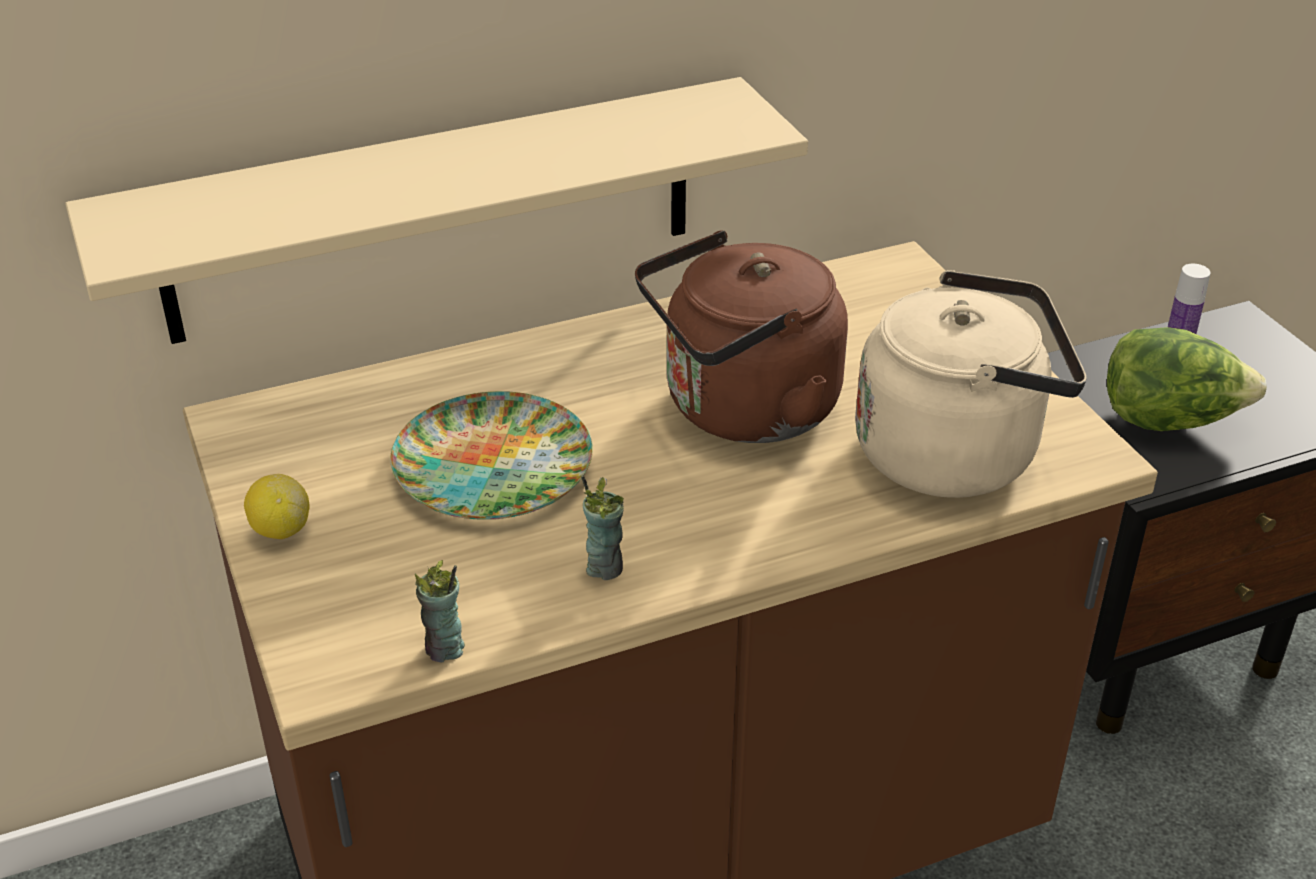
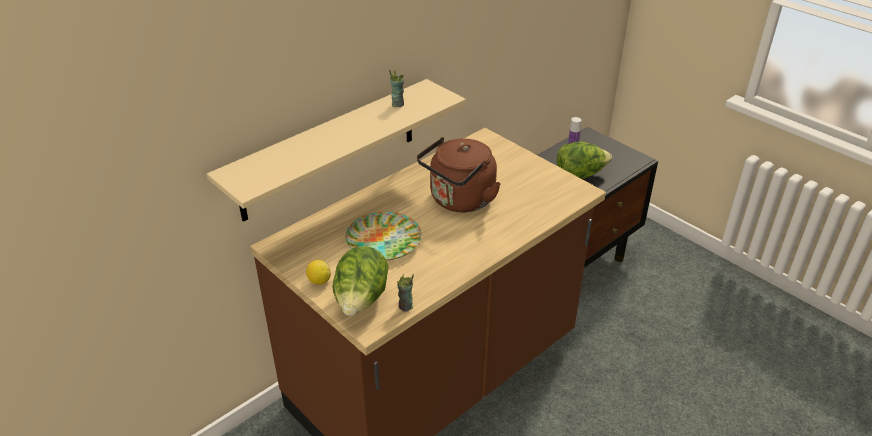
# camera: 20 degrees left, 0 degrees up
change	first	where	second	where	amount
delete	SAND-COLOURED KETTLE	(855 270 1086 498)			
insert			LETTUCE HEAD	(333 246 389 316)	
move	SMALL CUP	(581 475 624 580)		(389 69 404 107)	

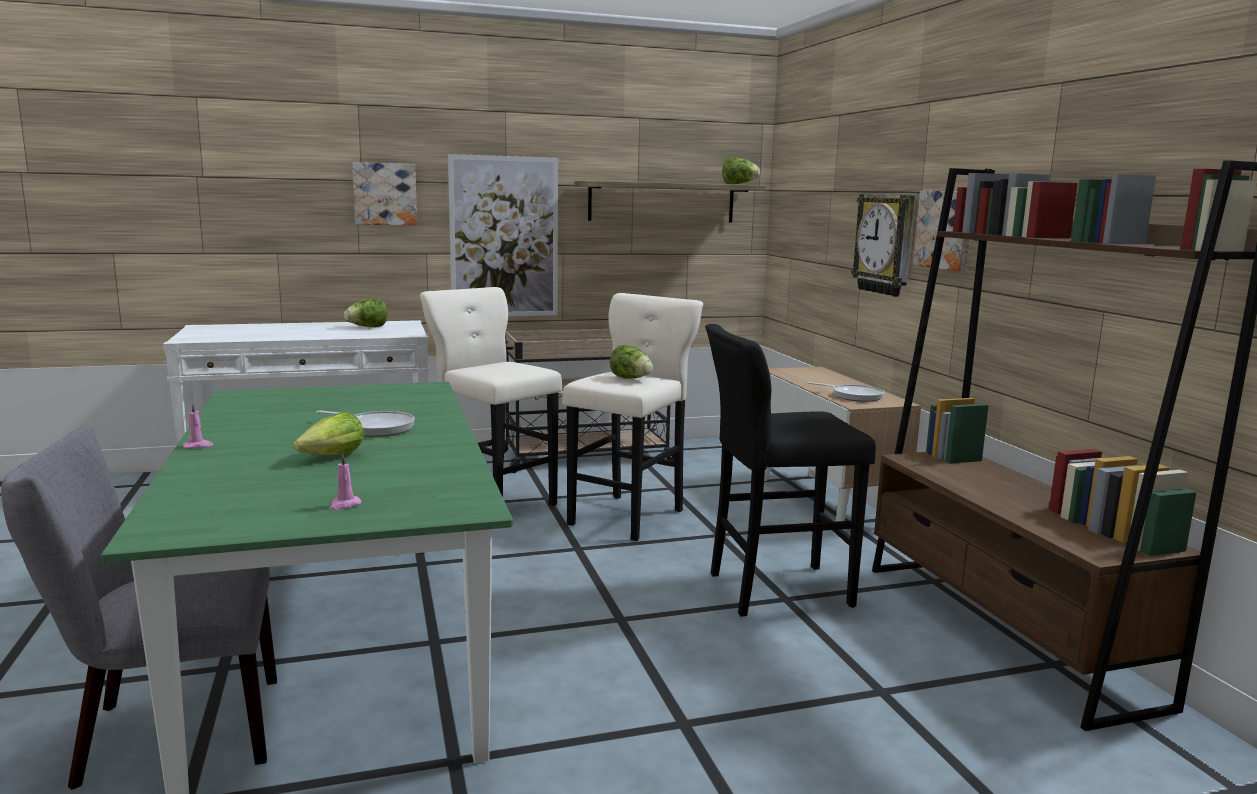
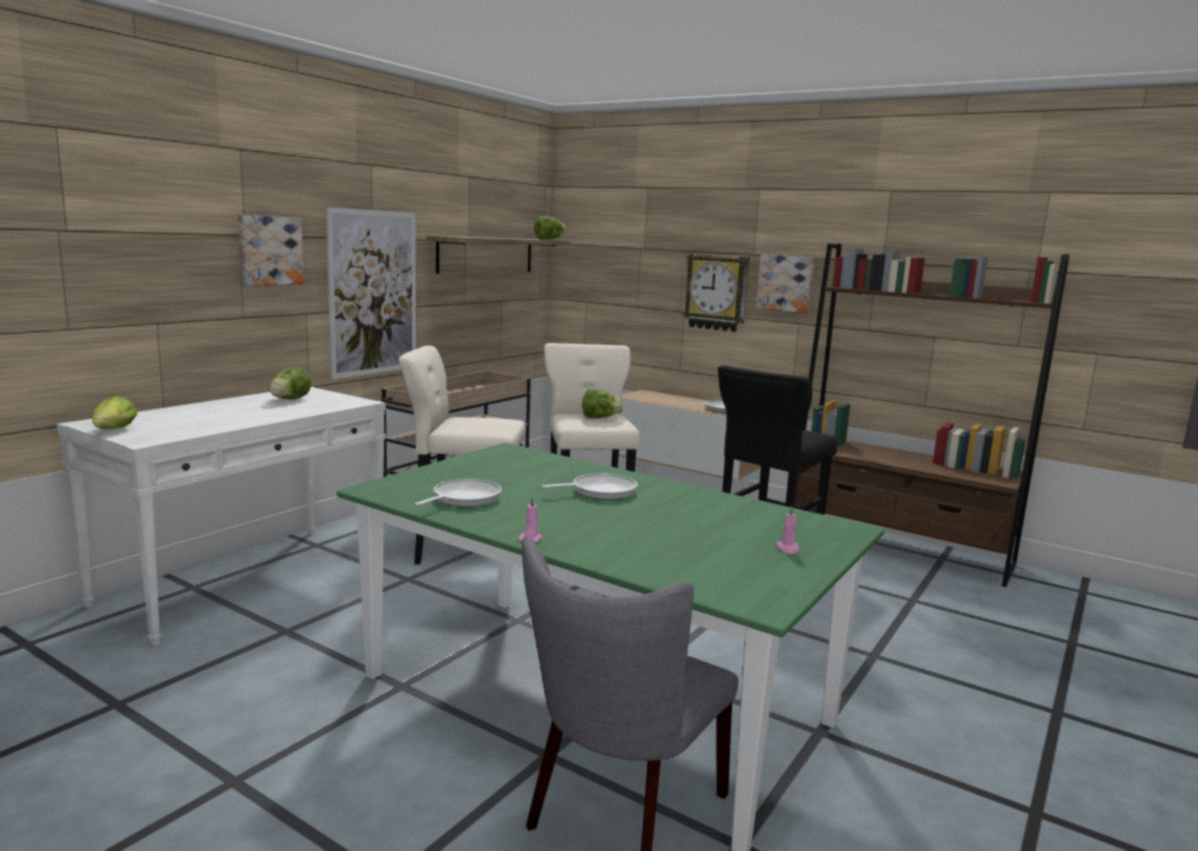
# camera: 40 degrees left, 0 degrees up
change	first	where	second	where	amount
insert			PAN	(415 479 501 507)	
move	LETTUCE HEAD	(293 412 364 455)		(92 396 137 429)	

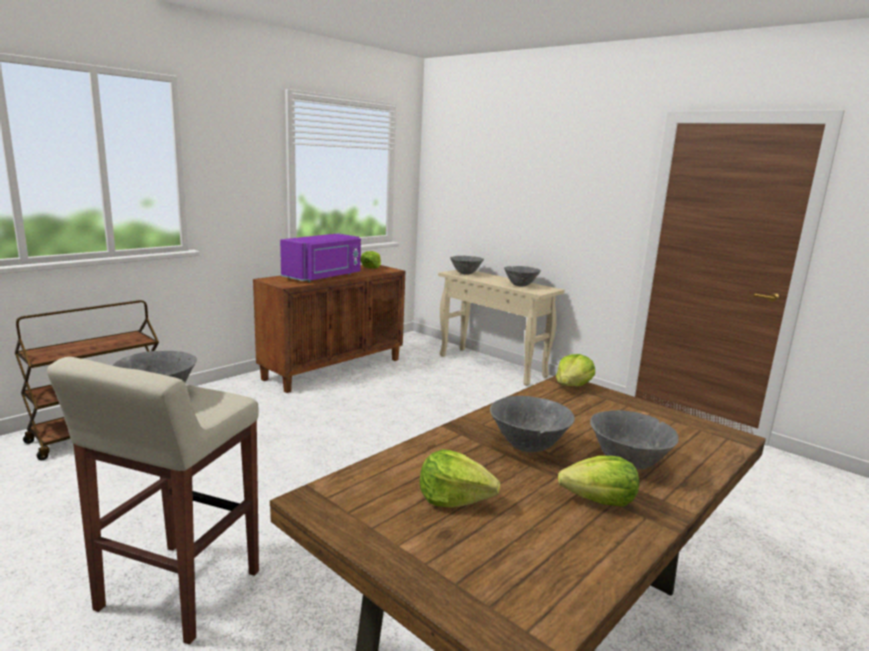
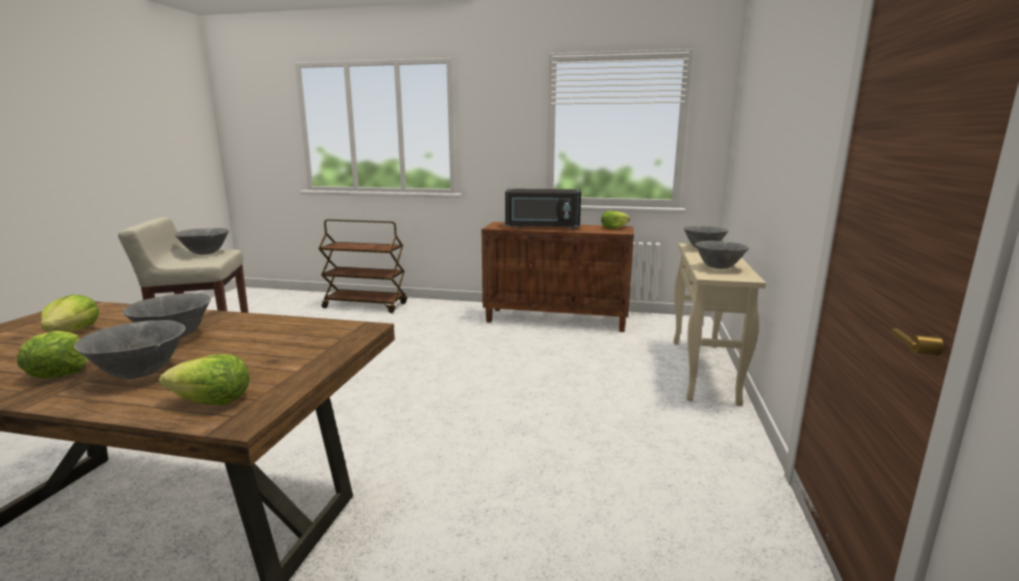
# camera: 60 degrees right, 0 degrees up
change	first	where	second	where	amount
move	LETTUCE HEAD	(556 354 595 387)		(159 354 250 405)	
recolor	PURPLE MICROWAVE	(280 233 361 282)	BLACKISH MICROWAVE	(505 189 581 229)	

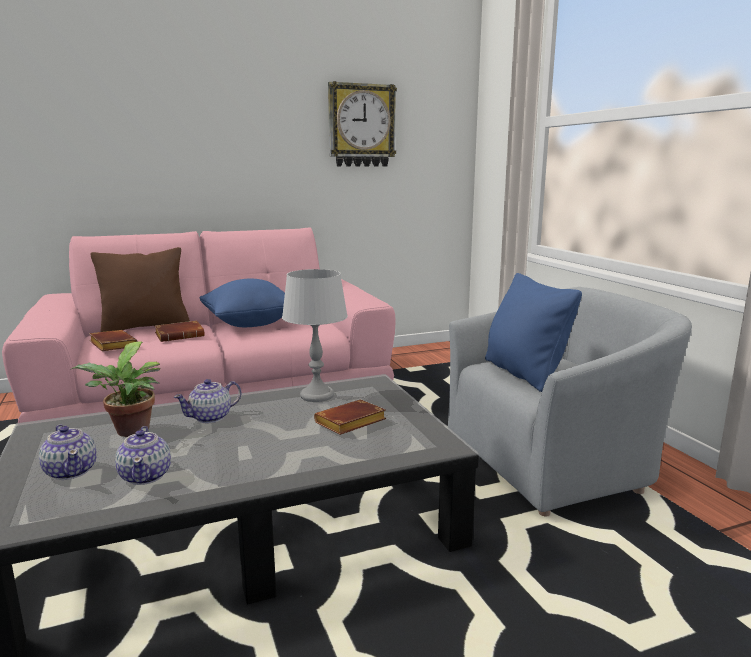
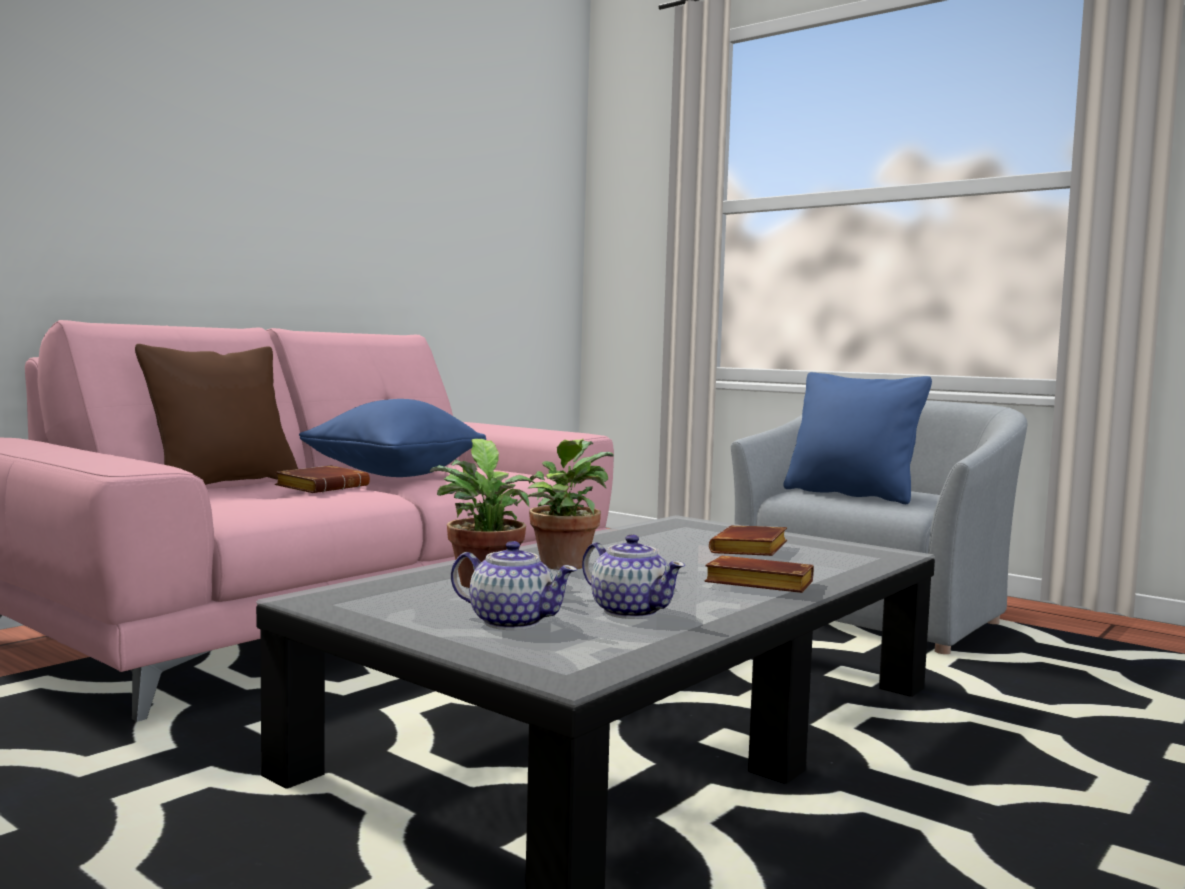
# camera: 30 degrees left, 10 degrees down
change	first	where	second	where	amount
delete	GRAY TABLETOP LAMP	(282 269 348 402)			
delete	CLOCK ON THE WALL	(328 81 397 167)			
move	BROWN-COLOURED BOUND BOOK	(89 330 138 351)		(705 556 814 593)	
replace	TEAPOT	(173 379 241 423)	PLANT IN A POT	(505 438 614 570)	

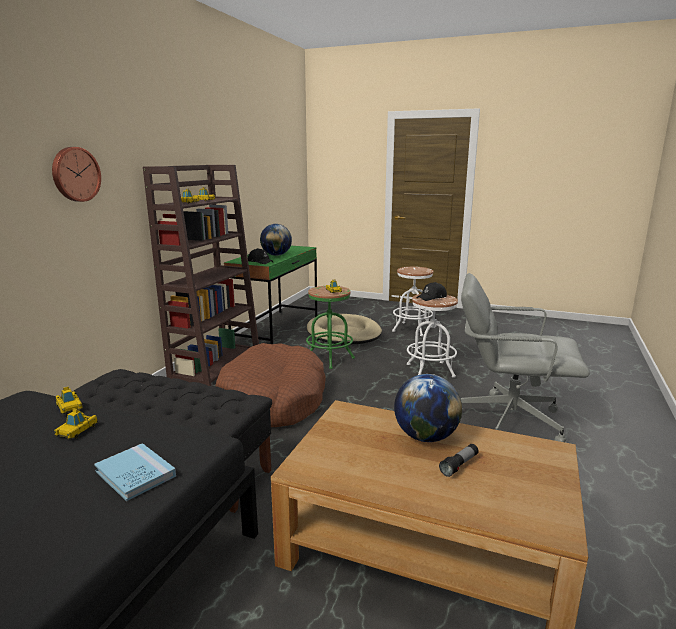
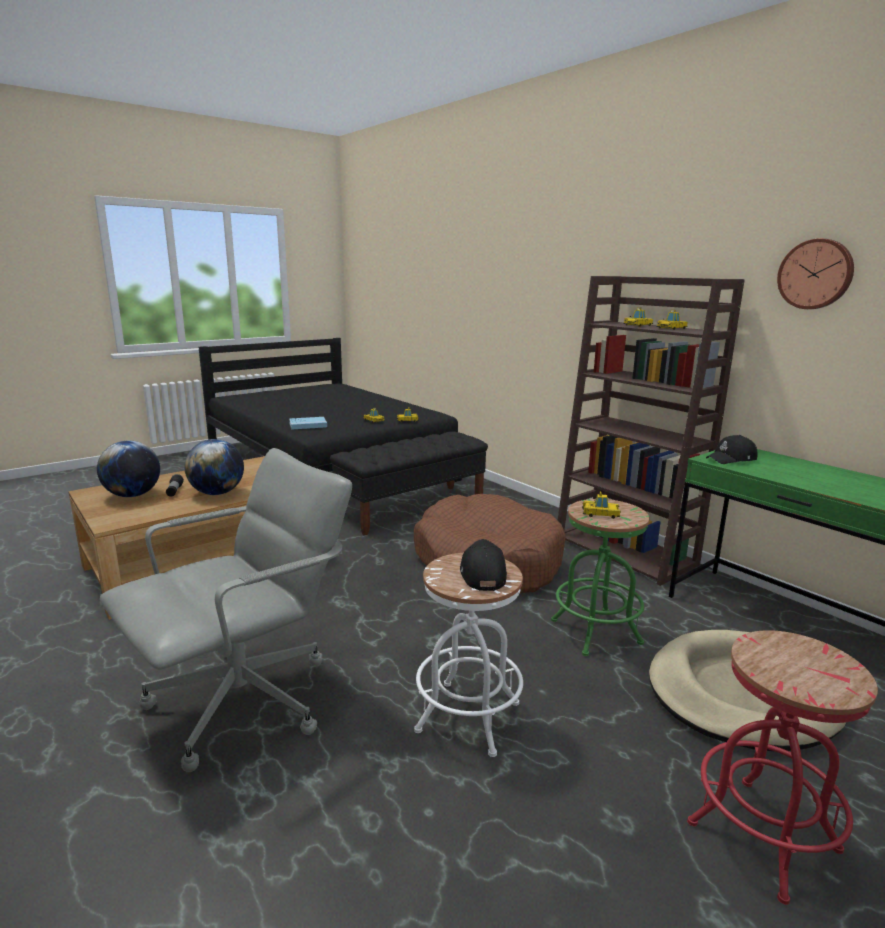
# camera: 120 degrees right, 0 degrees up
change	first	where	second	where	amount
move	CLOCK ON THE WALL	(52 147 101 202)		(777 238 854 309)	
move	WORLD GLOBE	(260 224 292 256)		(97 441 160 497)	
recolor	WHITISH SITTING STOOL	(392 267 433 336)	REDDISH SITTING STOOL	(687 630 878 905)	

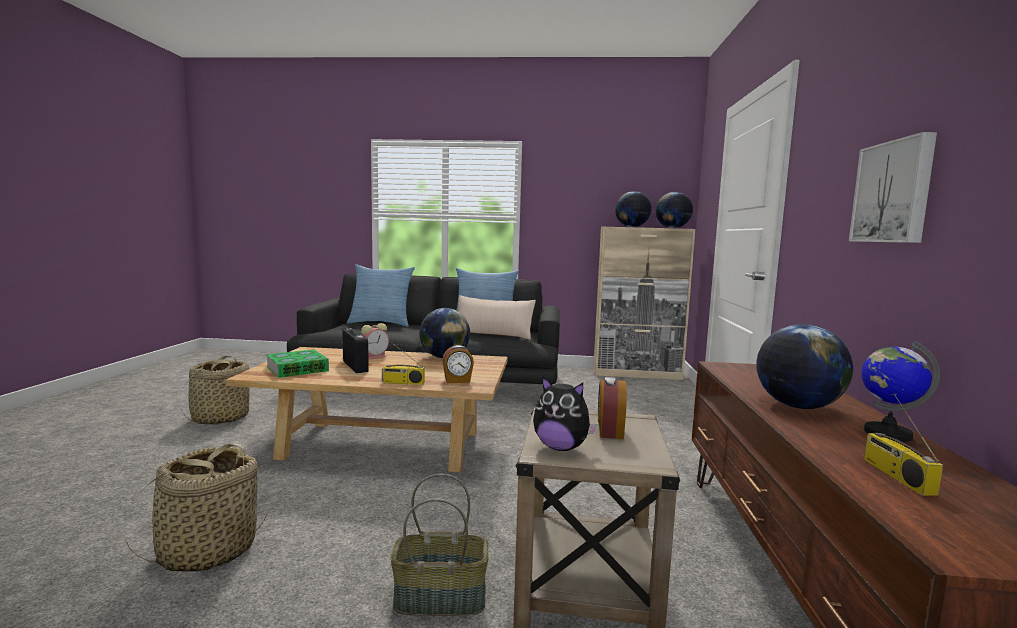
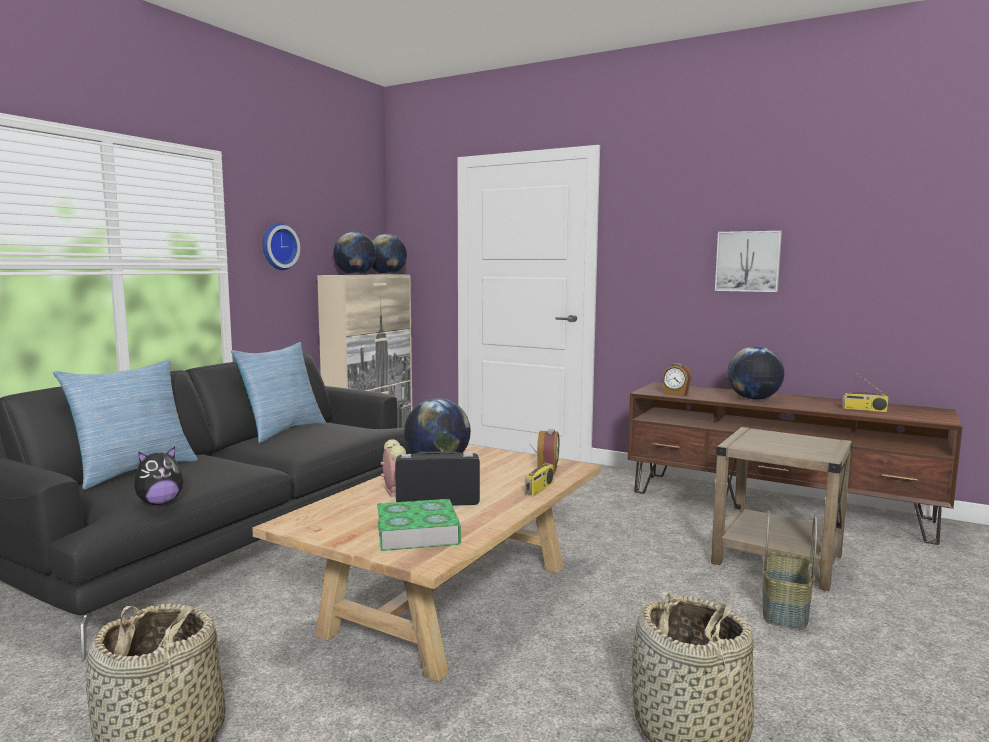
# camera: 65 degrees left, 0 degrees up
change	first	where	second	where	amount
delete	SAND-COLOURED CUSHION	(458 295 536 340)			
delete	WORLD GLOBE	(861 341 940 442)			
insert			CLOCK ON THE WALL	(263 223 300 270)	
move	SOFT TOY	(533 376 599 451)		(134 447 183 505)	
move	ALARM CLOCK	(598 377 627 439)		(662 363 692 396)	

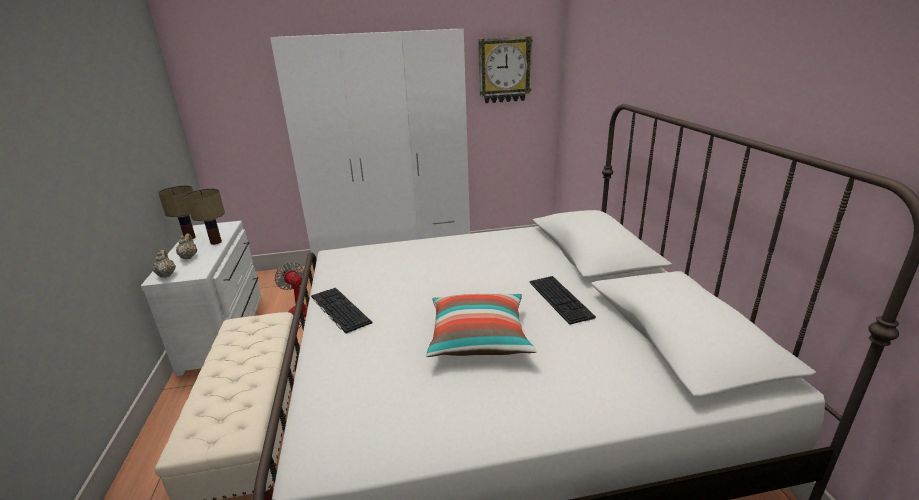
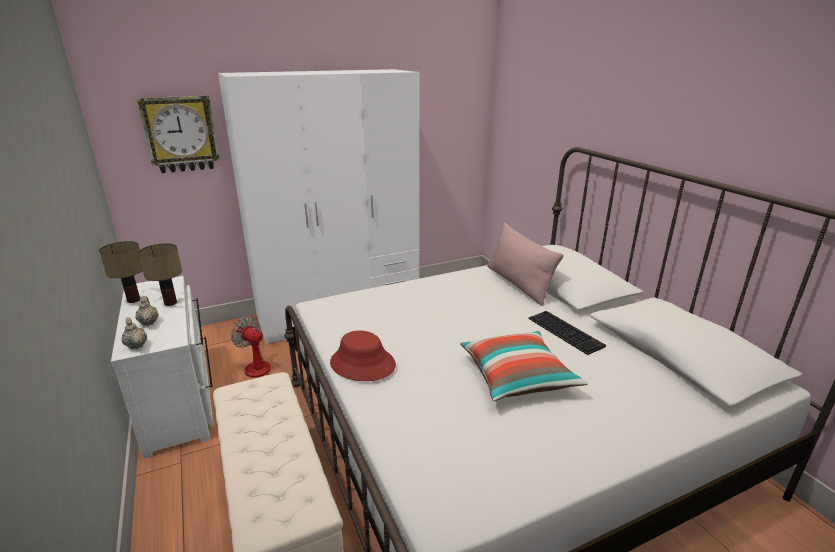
# camera: 15 degrees left, 0 degrees up
change	first	where	second	where	amount
insert			PINKISH CUSHION	(487 223 564 306)	
move	CLOCK ON THE WALL	(478 36 533 103)		(137 95 220 173)	
replace	KEYBOARD	(311 288 372 334)	REDDISH CLOTHING HAT	(330 331 396 381)	

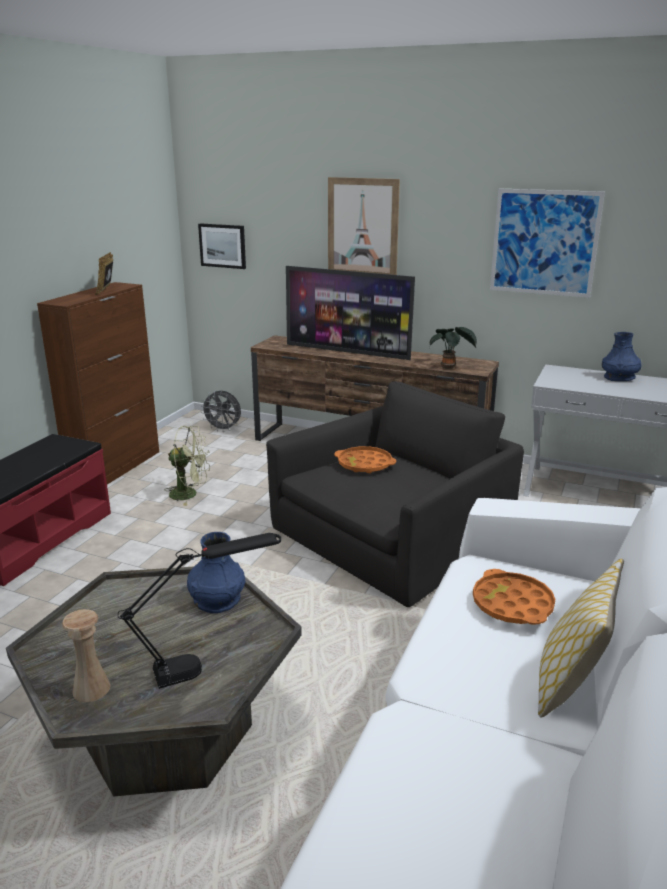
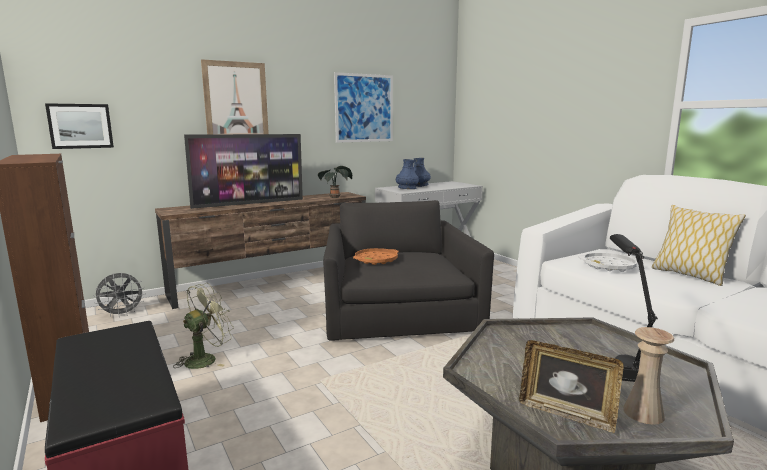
# camera: 55 degrees left, 10 degrees down
change	first	where	second	where	amount
move	PHOTO FRAME	(95 252 113 295)		(519 340 624 433)	
move	BLUE VASE	(187 532 245 613)		(396 159 419 189)	
recolor	ORANGE-COLOURED TRAY	(473 569 555 625)	WHITISH TRAY	(579 253 638 272)	

